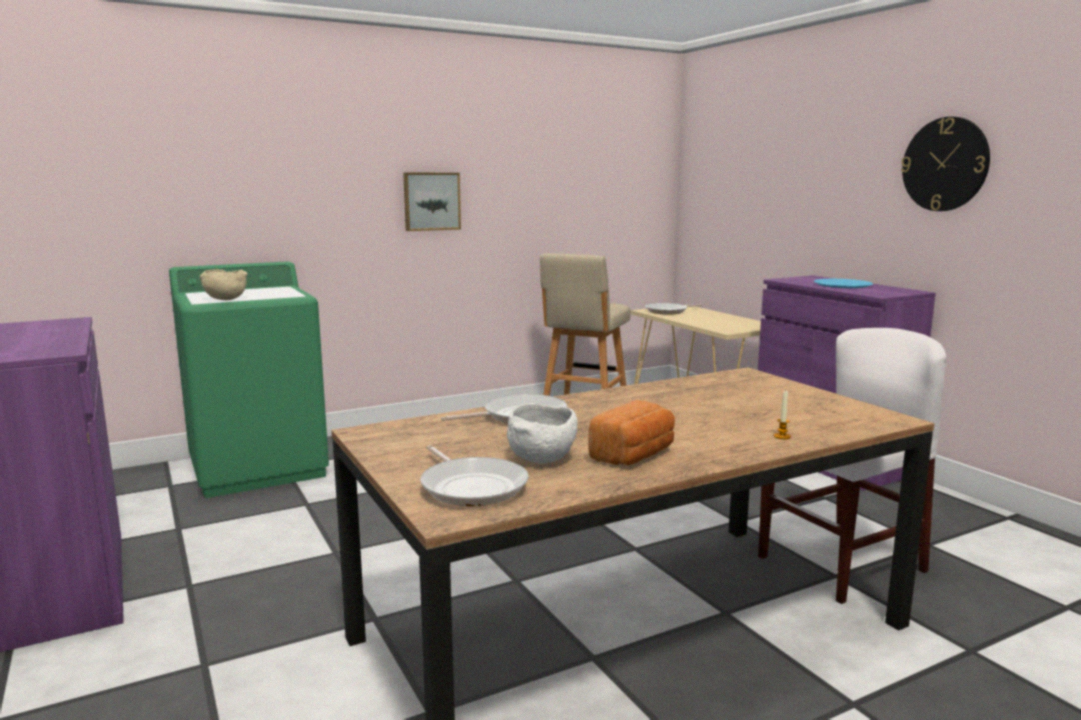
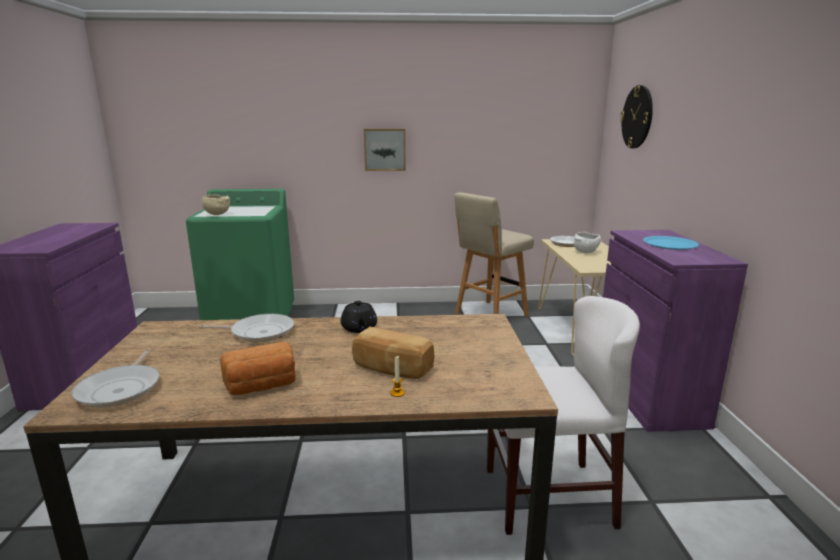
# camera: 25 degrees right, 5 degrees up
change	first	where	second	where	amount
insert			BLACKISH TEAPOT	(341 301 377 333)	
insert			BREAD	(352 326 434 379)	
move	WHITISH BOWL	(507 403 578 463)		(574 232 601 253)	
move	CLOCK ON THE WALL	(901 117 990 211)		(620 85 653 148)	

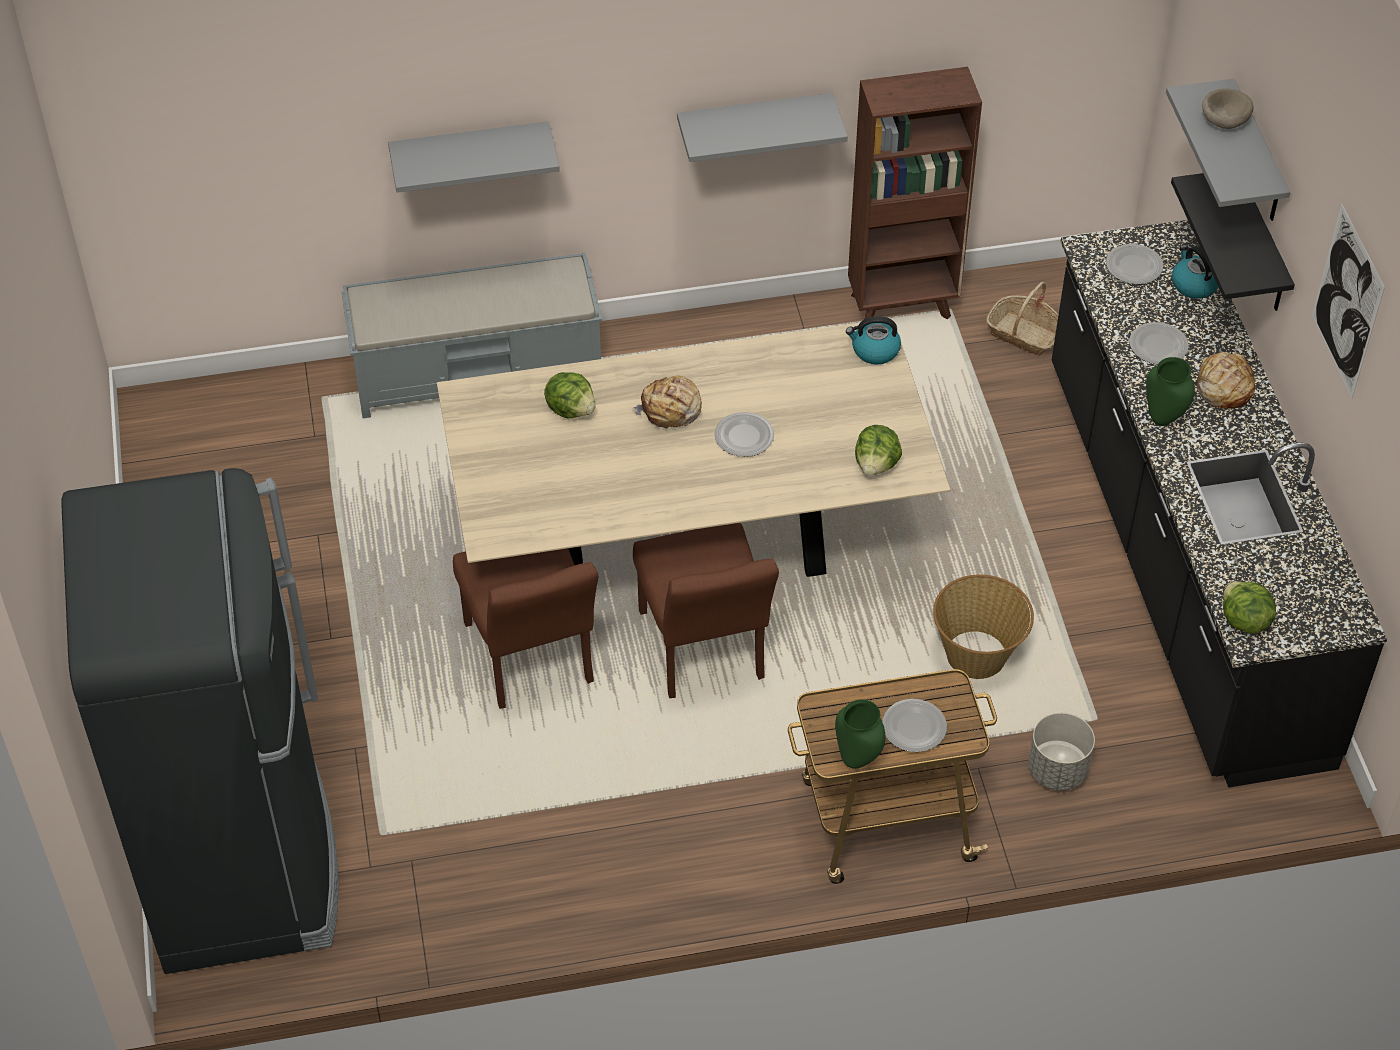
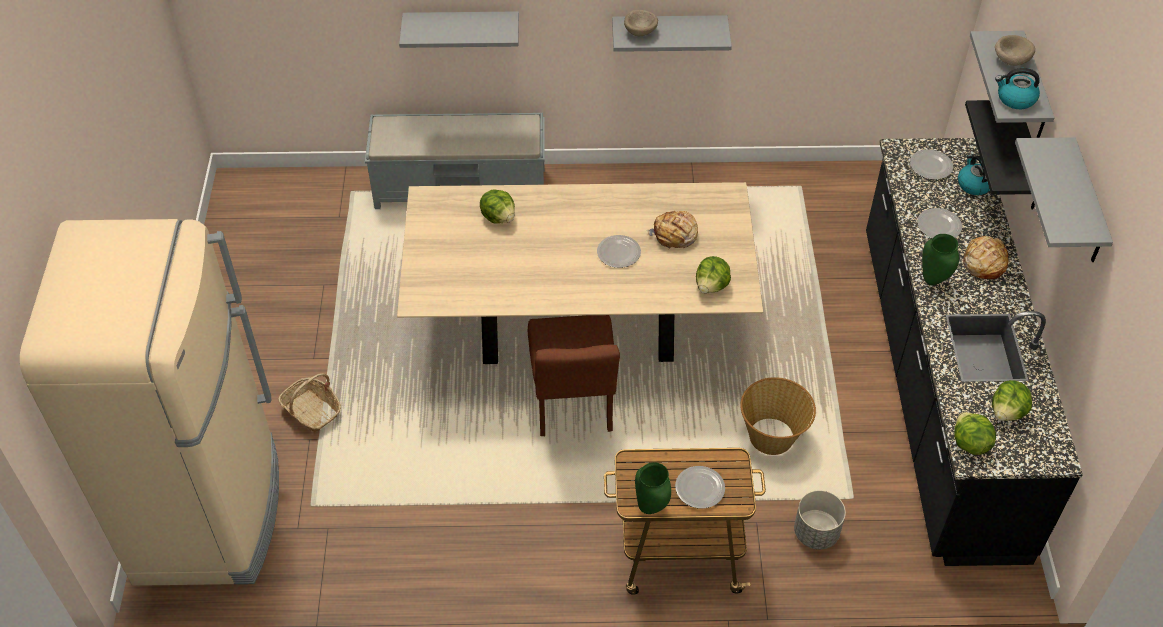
# camera: 10 degrees right, 0 degrees up
change	first	where	second	where	amount
delete	BROWN-COLOURED CHAIR	(453 548 598 709)			
delete	BROWN-COLOURED SHELVING UNIT	(848 67 982 319)			
insert			SAND-COLOURED BOWL	(624 10 658 36)	
insert			LETTUCE HEAD	(992 380 1032 421)	
move	BREAD	(632 376 702 430)		(646 211 698 249)	
move	KETTLE	(846 316 901 365)		(995 68 1040 109)	
move	STORAGE BASKET	(986 282 1059 356)		(278 373 341 432)	
replace	WALL ART	(1312 204 1385 398)	GRAY SHELF	(1015 137 1113 262)	
recolor	BLACKISH KITCHEN FRIDGE	(61 468 339 974)	SAND-COLOURED KITCHEN FRIDGE	(20 219 279 586)	

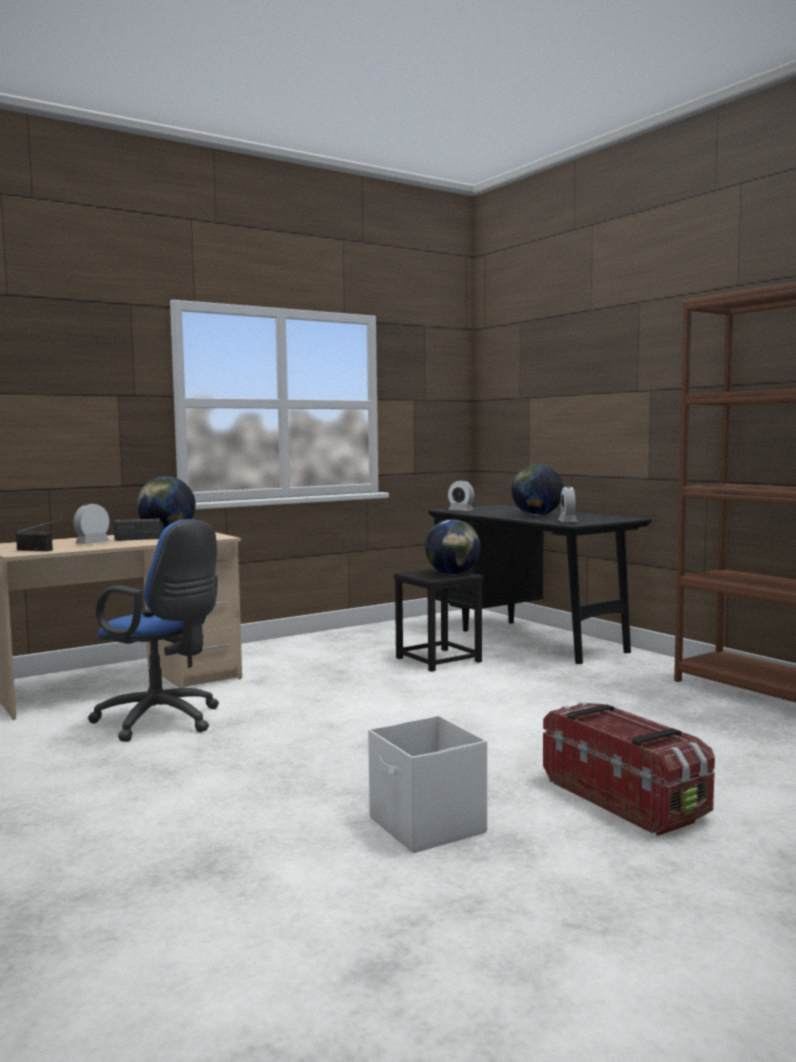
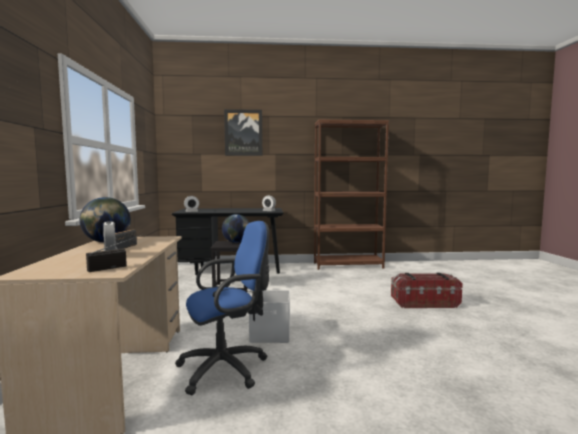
# camera: 60 degrees left, 0 degrees up
change	first	where	second	where	amount
delete	WORLD GLOBE	(511 464 563 516)			
insert			WALL ART	(224 109 262 156)	
move	WHITISH STORAGE CONTAINER	(368 715 487 853)		(249 290 290 343)	

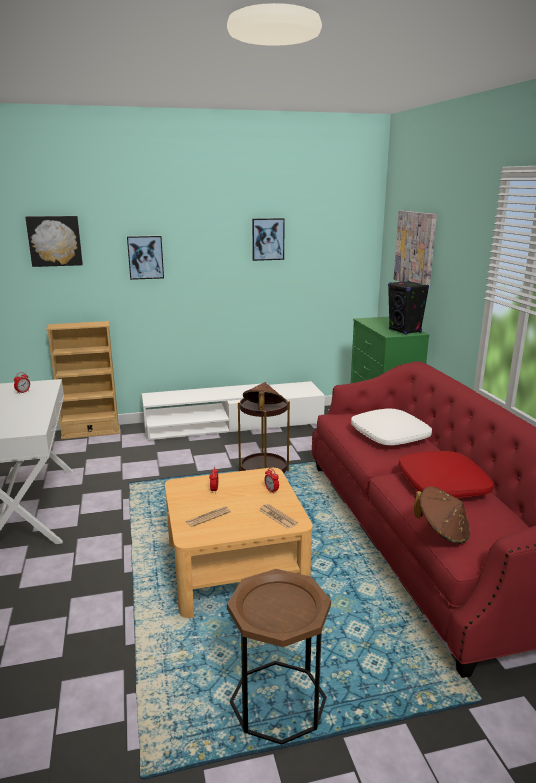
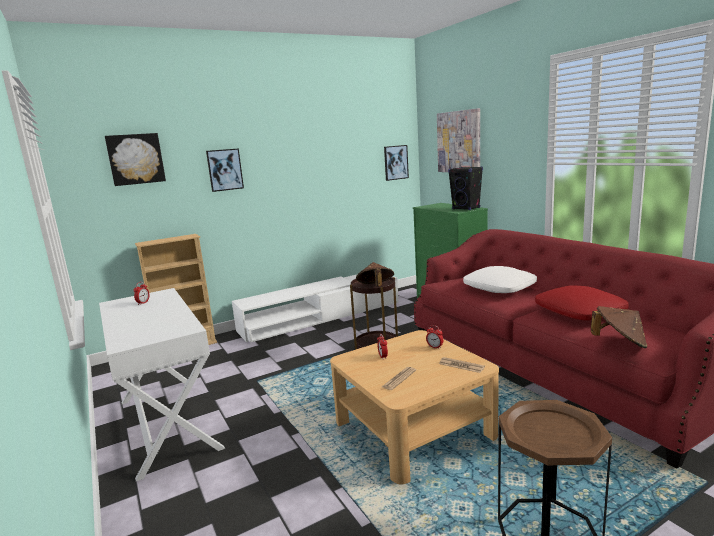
# camera: 15 degrees left, 5 degrees down
change	first	where	second	where	amount
move	WALL ART	(252 218 285 261)		(384 145 409 181)	

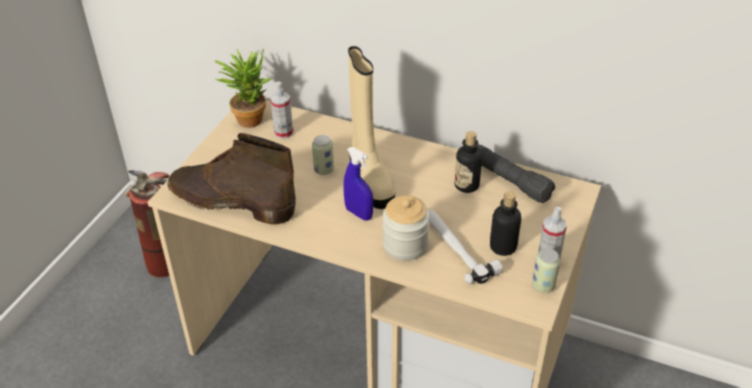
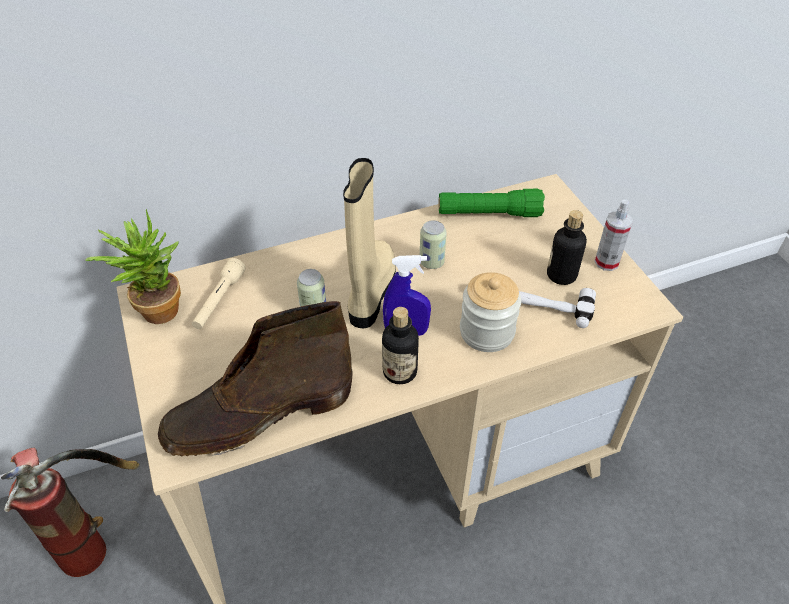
# camera: 45 degrees left, 5 degrees up
change	first	where	second	where	amount
move	DRINK BOTTLE	(455 131 482 193)		(382 307 419 384)	
move	METAL CAN	(532 248 560 293)		(420 220 447 269)	
replace	HAND SPRAYER	(270 81 293 139)	SAND-COLOURED TORCH	(192 258 246 329)	
recolor	BLACKISH TORCH	(477 145 555 203)	GREEN-COLOURED TORCH	(438 189 545 217)	
rotate	SAND-COLOURED TALL BOOT	(348 46 395 209)		(343 158 396 328)	105 degrees counterclockwise

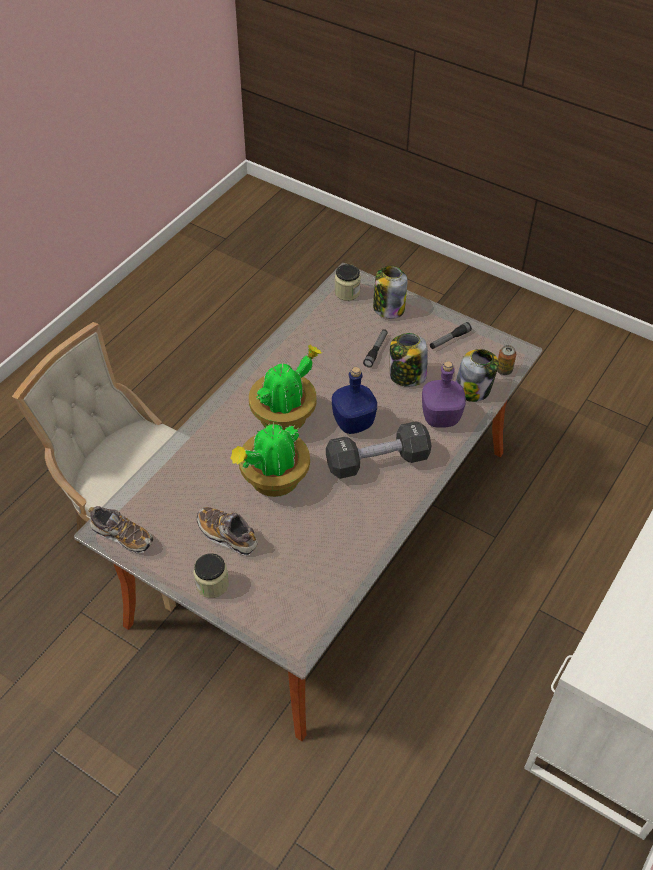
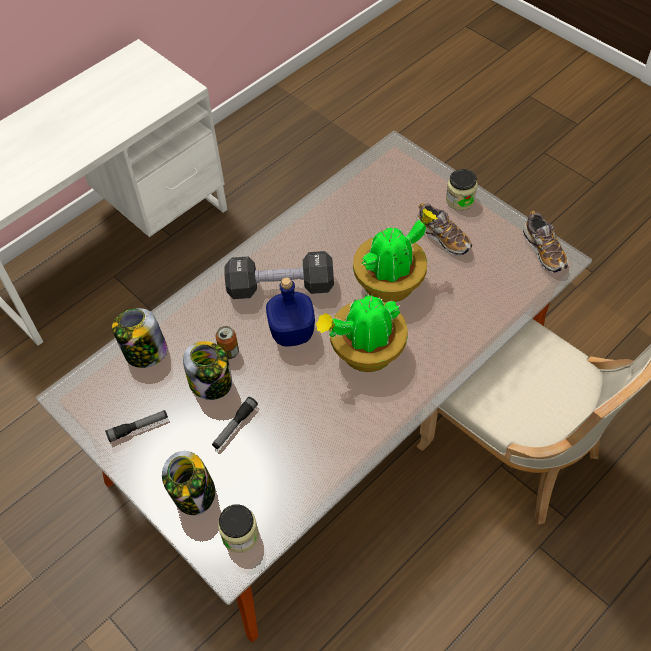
# camera: 165 degrees left, 5 degrees up
change	first	where	second	where	amount
delete	PURPLE DRINK BOTTLE	(422 361 466 428)			
move	METAL CAN	(497 345 516 375)		(216 326 239 359)	
rotate	ITEM OF FOOTWEAR	(89 506 153 553)		(523 211 568 273)	150 degrees counterclockwise

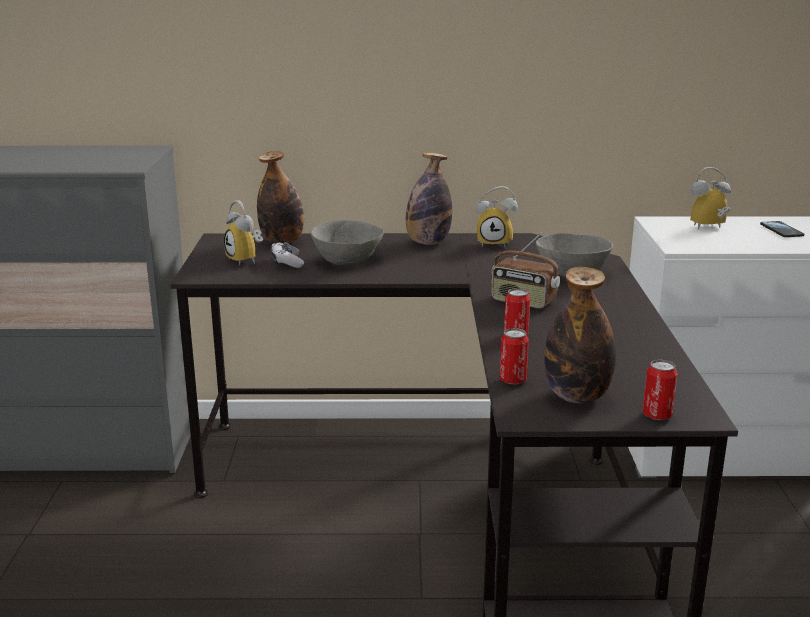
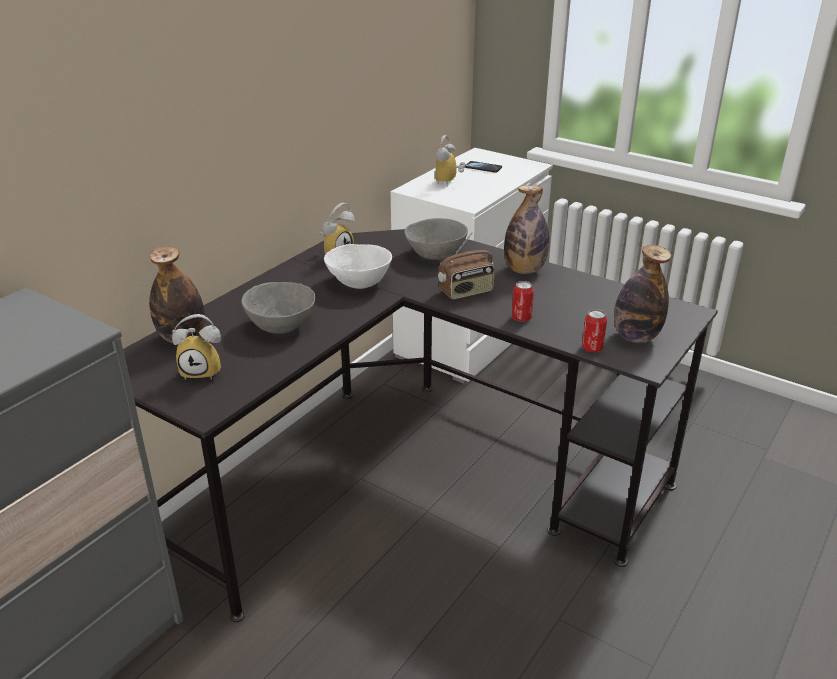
# camera: 55 degrees left, 10 degrees up
change	first	where	second	where	amount
delete	JOYPAD	(271 242 304 268)			
delete	METAL CAN	(643 360 678 420)			
insert			WHITISH BOWL	(324 244 392 289)	
move	DRINK BOTTLE	(406 152 452 245)		(504 186 549 274)	

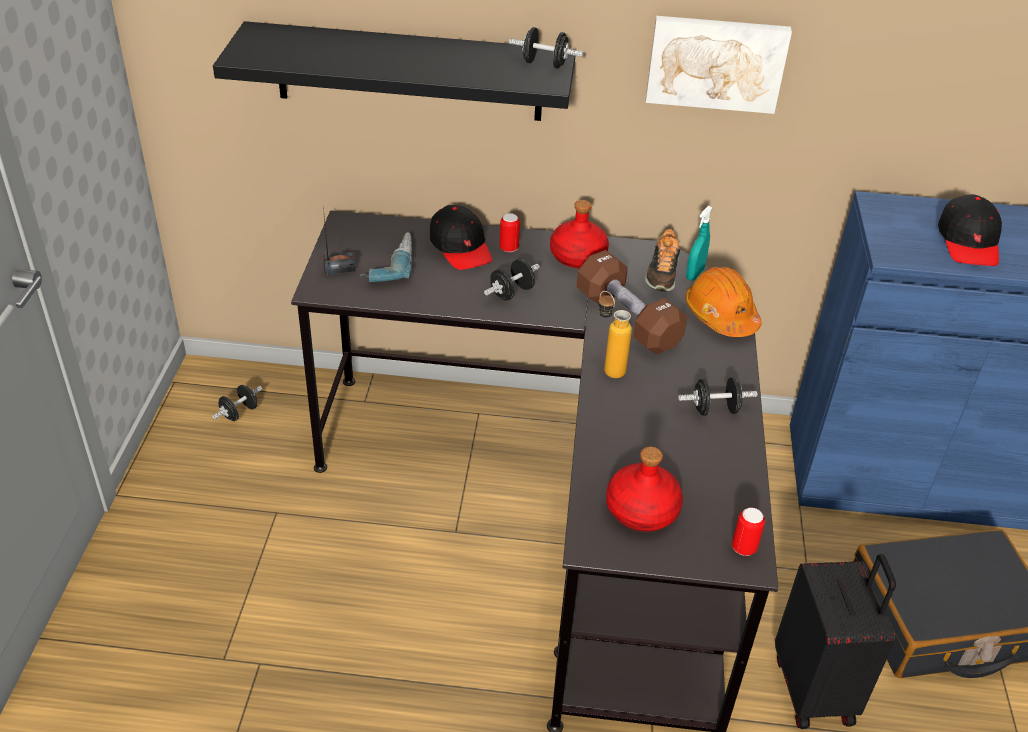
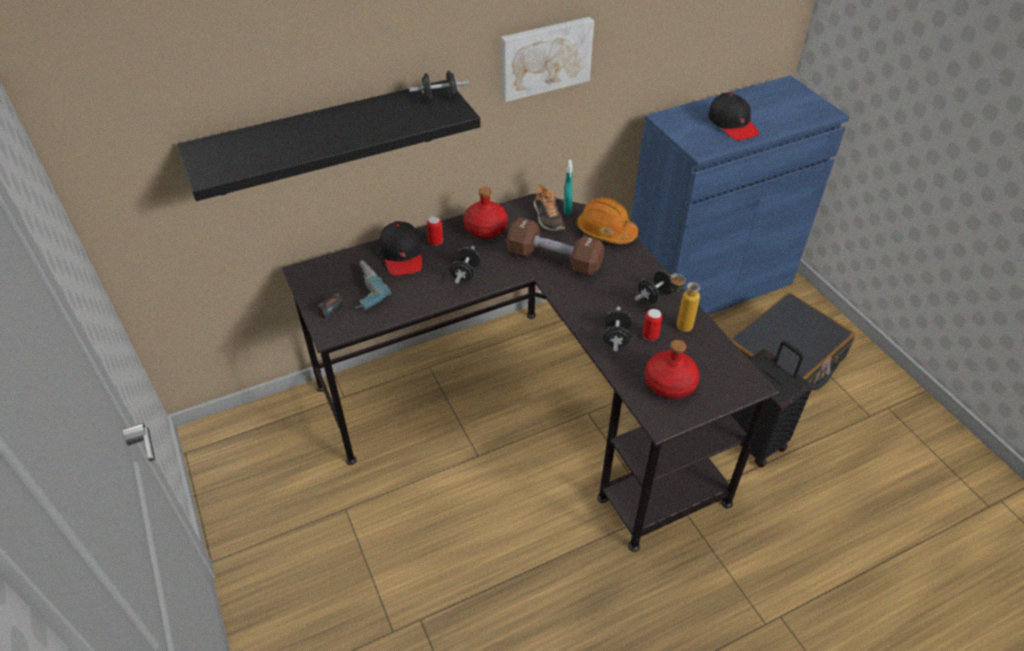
# camera: 30 degrees left, 5 degrees up
change	first	where	second	where	amount
move	BLACKISH FREE WEIGHT	(212 385 262 421)		(603 307 632 352)	
move	DRINK BOTTLE	(598 291 632 378)		(670 274 700 332)	
move	METAL CAN	(732 508 765 556)		(642 309 663 341)	
rotate	BLACKISH BASEBALL CAP	(430 205 492 270)		(380 221 422 276)	45 degrees clockwise

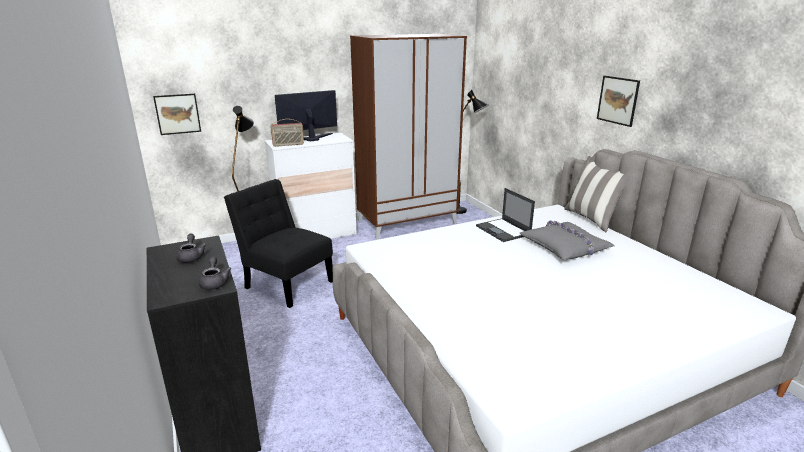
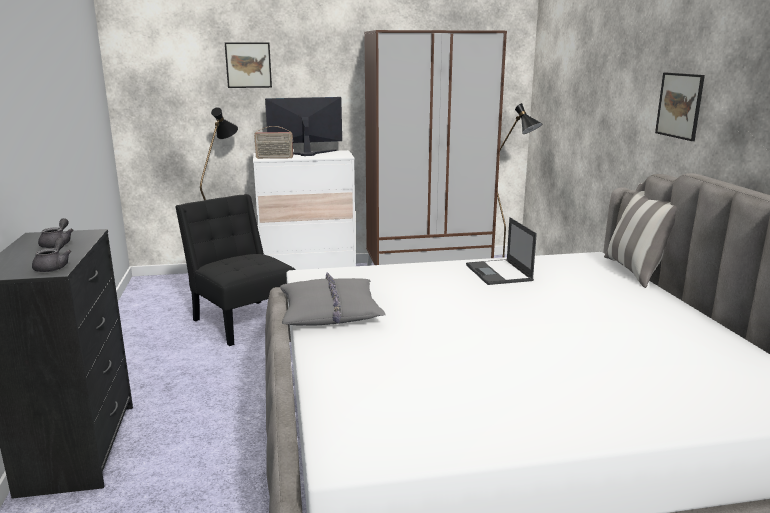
# camera: 15 degrees right, 5 degrees down
change	first	where	second	where	amount
move	WALL ART	(153 94 201 135)		(225 42 272 88)	
move	GRAY CUSHION	(520 220 615 260)		(280 272 386 325)	

